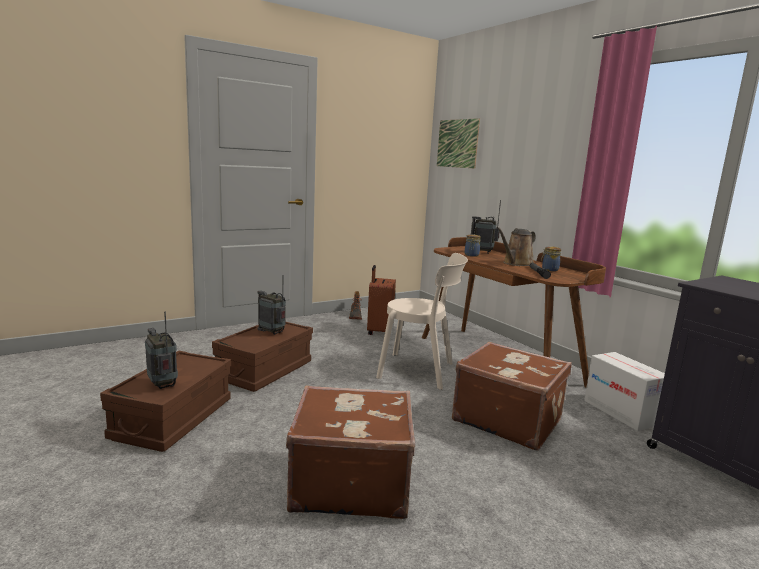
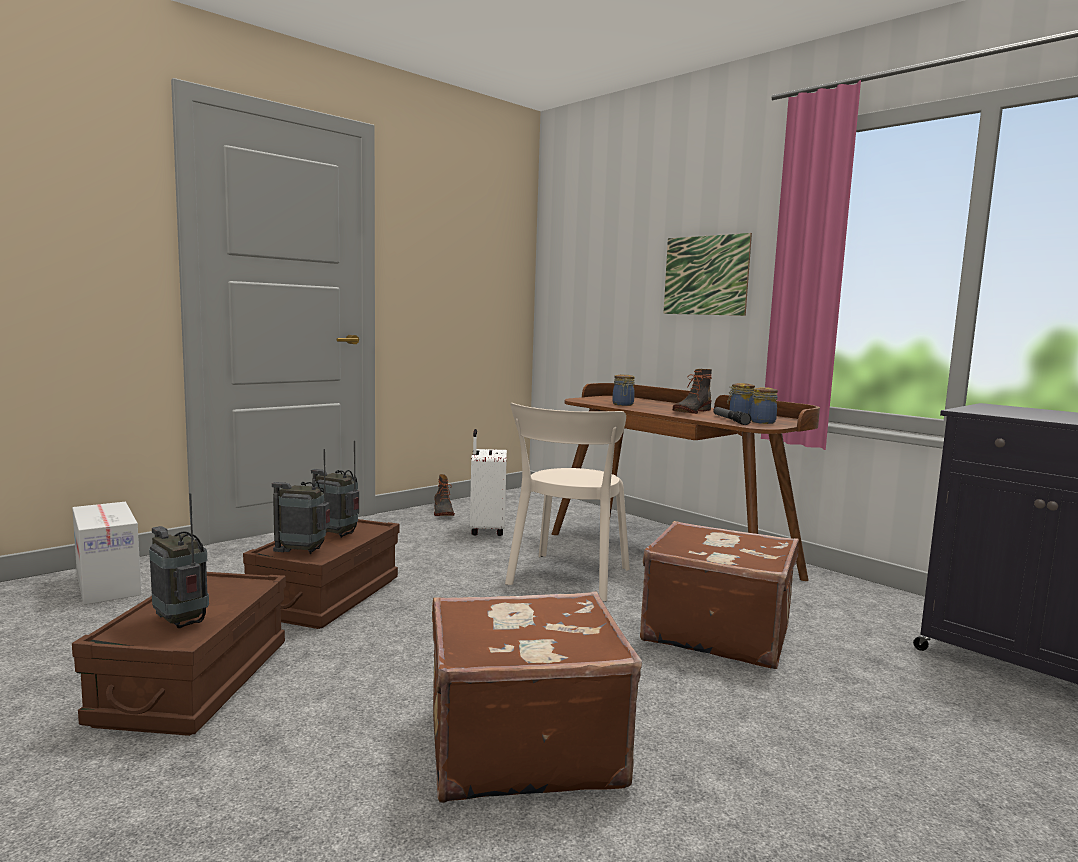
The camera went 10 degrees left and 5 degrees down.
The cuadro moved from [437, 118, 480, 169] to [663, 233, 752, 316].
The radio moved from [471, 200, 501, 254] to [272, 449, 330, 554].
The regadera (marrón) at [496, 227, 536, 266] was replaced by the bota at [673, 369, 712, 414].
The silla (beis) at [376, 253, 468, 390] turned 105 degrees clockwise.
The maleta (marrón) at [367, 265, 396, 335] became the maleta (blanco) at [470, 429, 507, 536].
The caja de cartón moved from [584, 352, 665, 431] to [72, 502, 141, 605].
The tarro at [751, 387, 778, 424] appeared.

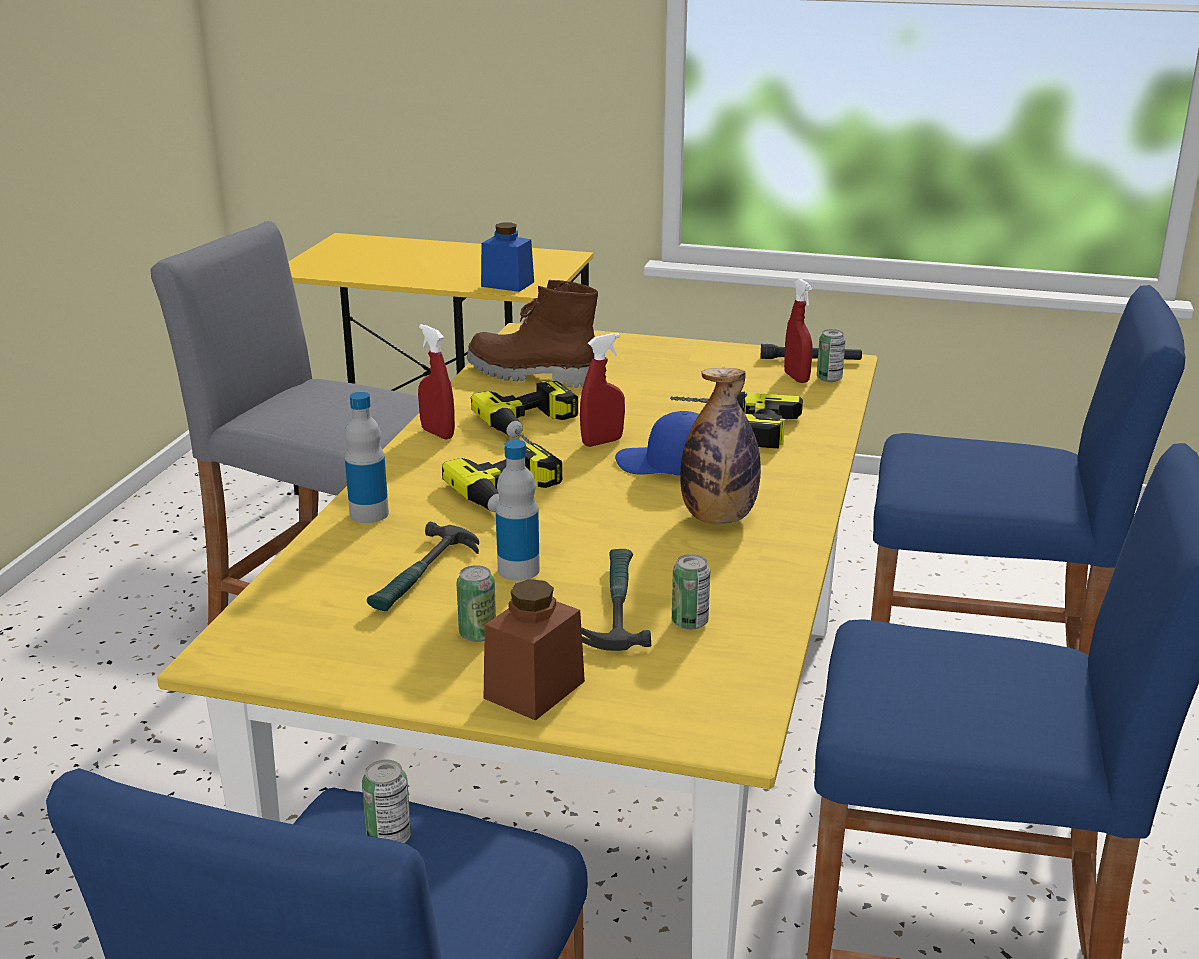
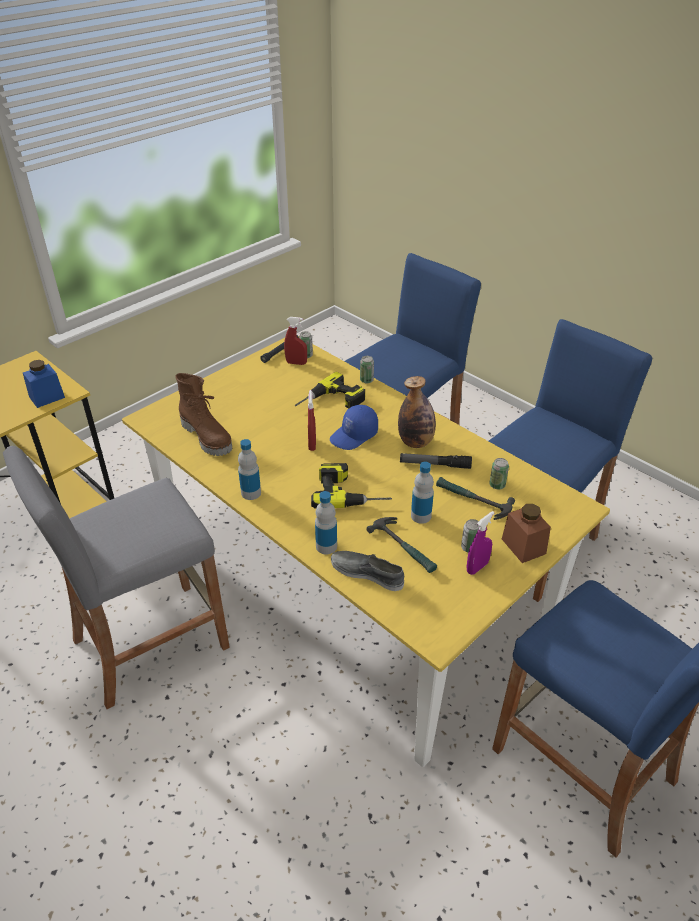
The camera went 60 degrees left and 15 degrees up.
The bota (marrón) at [467, 280, 598, 388] turned 90 degrees counterclockwise.
The pulverizador (rojo) at [418, 324, 455, 440] was replaced by the botella at [238, 439, 261, 500].
The taladro at [471, 381, 578, 444] disappeared.
The lata moved from [362, 760, 411, 843] to [360, 356, 374, 383].
The linterna at [400, 453, 472, 469] appeared.
The pulverizador (morado) at [467, 511, 494, 575] appeared.
The zapato (gris) at [331, 551, 405, 591] appeared.

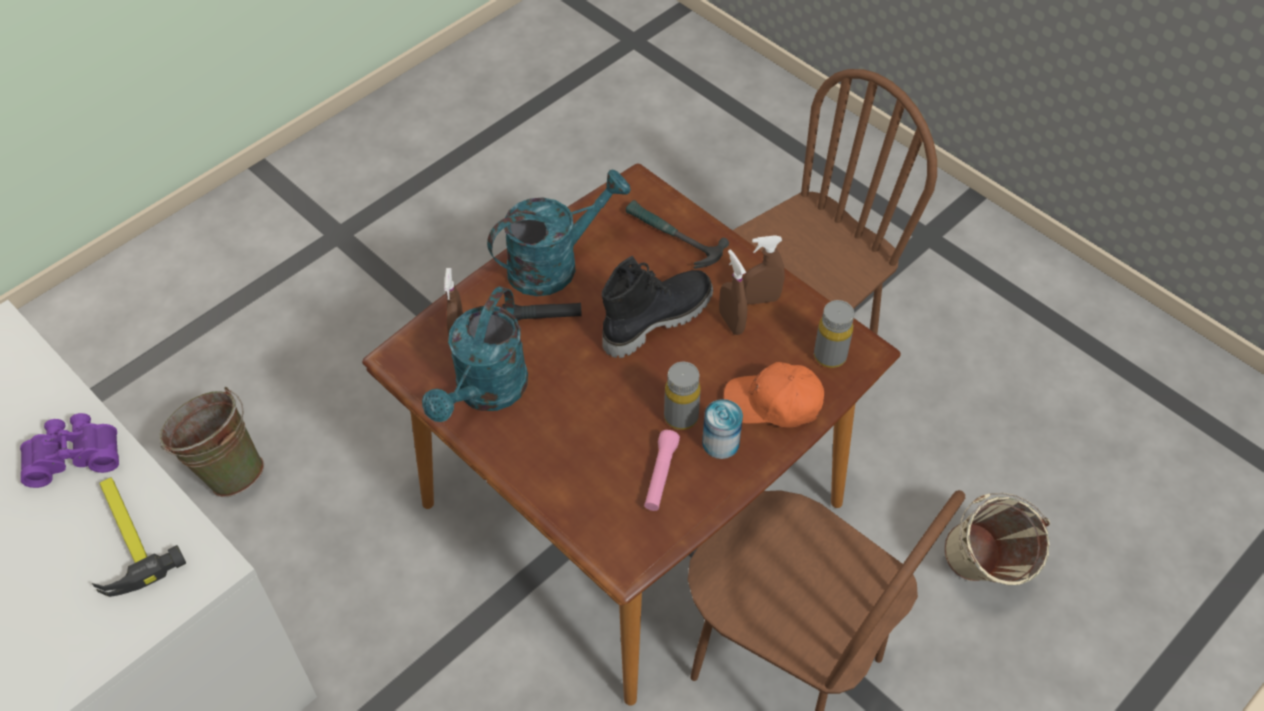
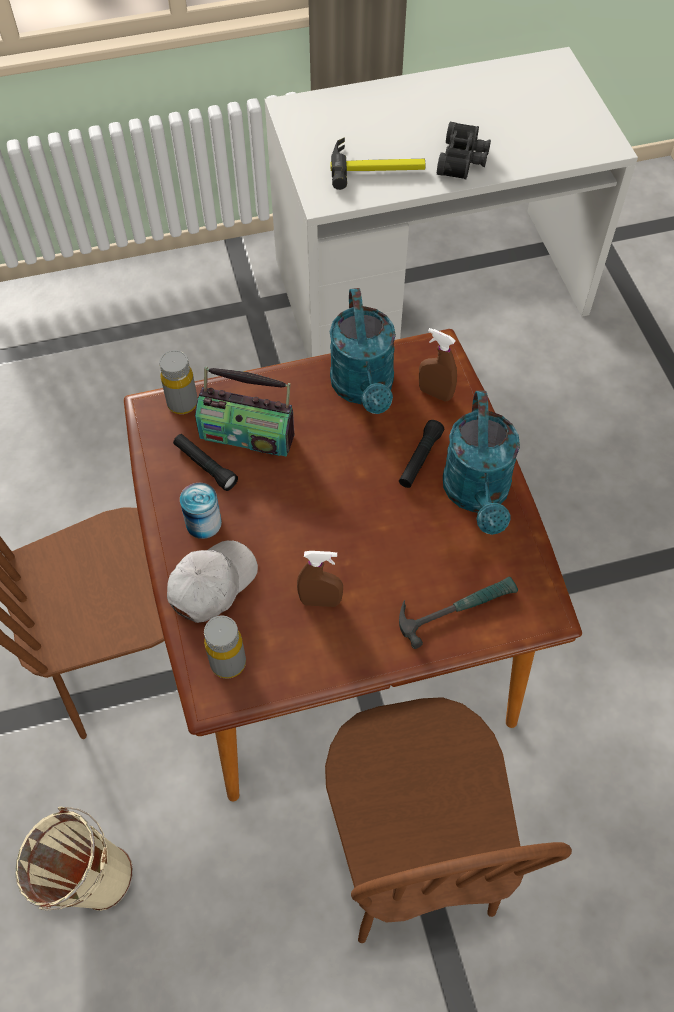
The camera went 120 degrees right and 5 degrees up.
The pulverizador (marrón) at [743, 235, 785, 305] disappeared.
The bota (negro) at [602, 256, 713, 358] disappeared.
The regadera (turquesa) at [422, 286, 528, 422] turned 150 degrees counterclockwise.
The botella (gris) moved from [664, 362, 701, 430] to [159, 350, 198, 414].
The gorra (naranja) at [724, 362, 824, 428] became the gorra (blanco) at [167, 540, 258, 623].
The cubo (verde) at [159, 387, 264, 497] disappeared.
The prismáticos (morado) at [20, 413, 119, 488] became the prismáticos (negro) at [437, 122, 491, 180].
The linterna (rosa) at [644, 430, 680, 511] became the linterna (negro) at [173, 434, 238, 491].
The radio at [195, 367, 295, 457] appeared.

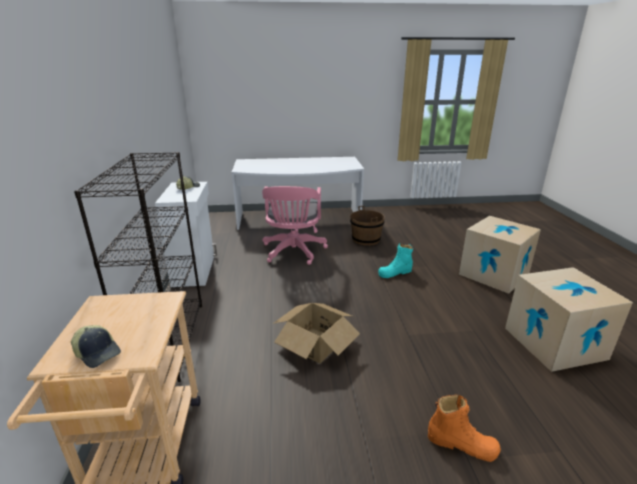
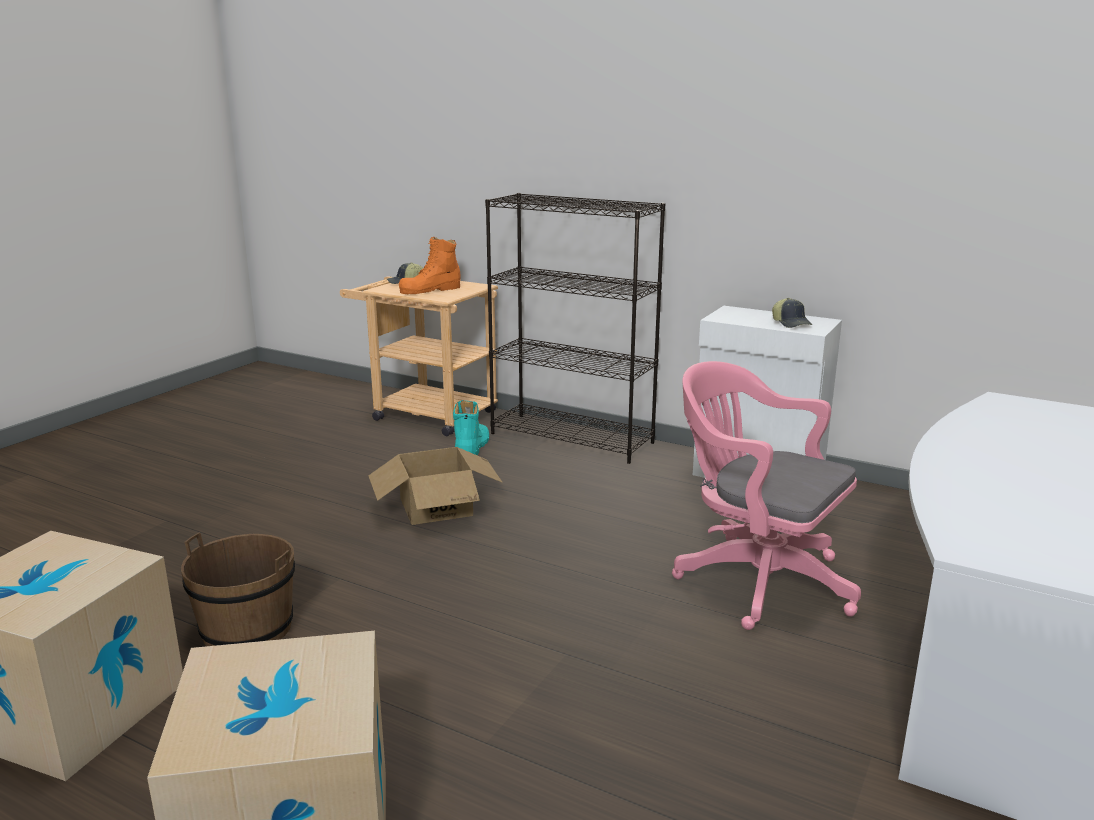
The camera went 125 degrees right and 5 degrees down.
The cubo (marrón) moved from [350, 206, 385, 246] to [181, 533, 295, 646].
The bota (turquesa) moved from [378, 243, 413, 278] to [453, 400, 489, 456].
The bota (naranja) moved from [428, 395, 501, 462] to [399, 237, 461, 294].

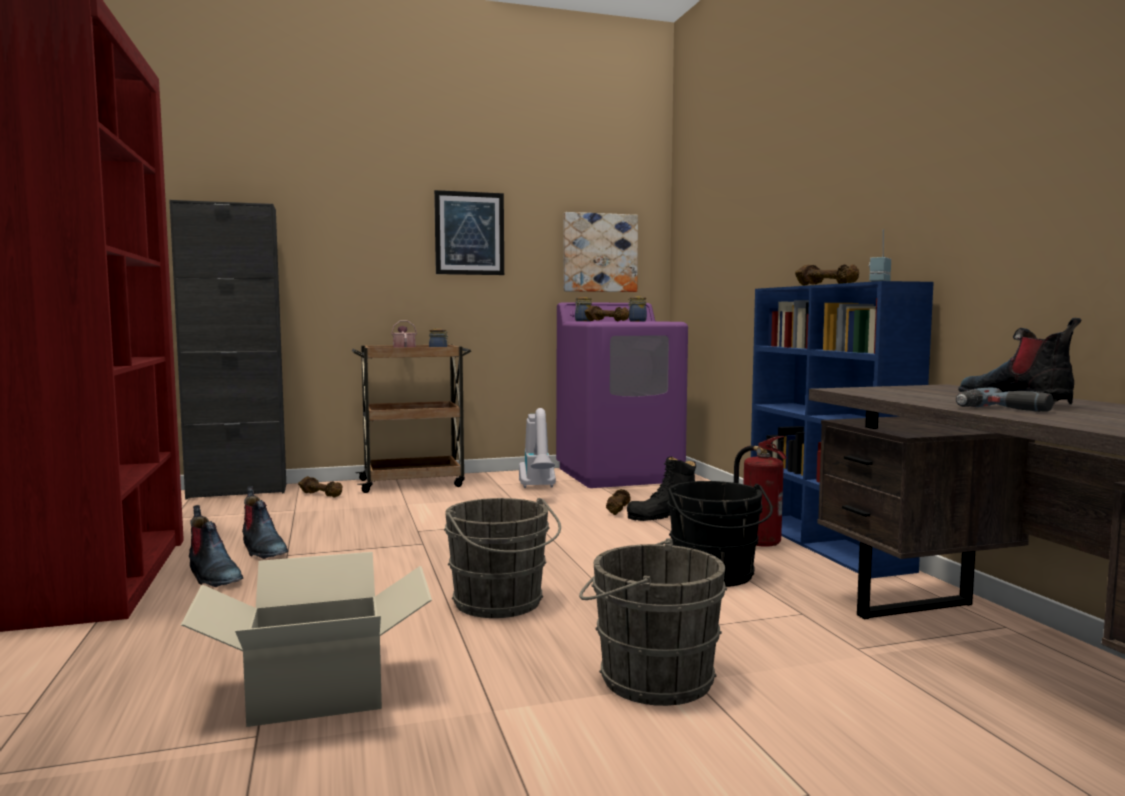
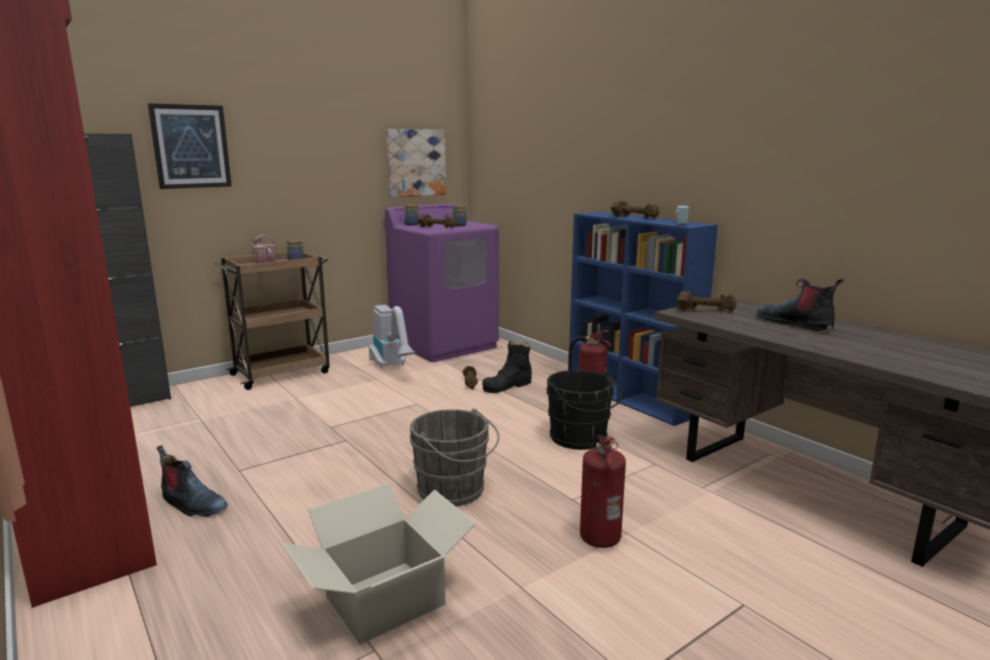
The camera went 20 degrees left and 10 degrees up.
The cuadro moved from [434, 190, 504, 275] to [148, 103, 232, 189].
The taladro at [956, 387, 1054, 412] disappeared.
The mancuerna (marrón) moved from [298, 476, 342, 497] to [677, 291, 737, 311].
The bota at [242, 486, 288, 559] disappeared.
The cubo (gris) at [579, 538, 727, 706] was replaced by the extintor at [580, 435, 626, 548].

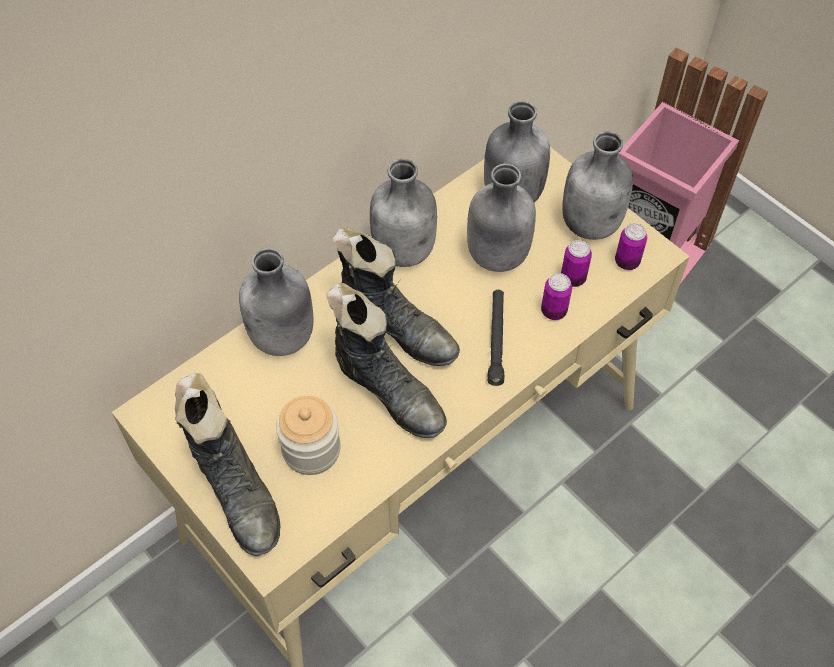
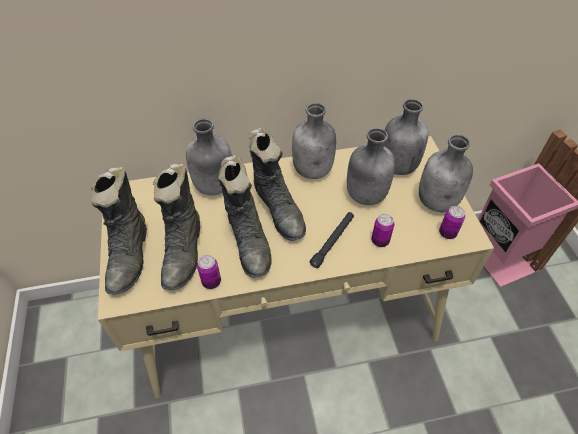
The camera went 30 degrees right and 5 degrees down.
The lata moved from [561, 240, 592, 287] to [197, 255, 221, 289].
The tarro at [276, 396, 341, 475] was replaced by the bota (negro) at [153, 164, 200, 290].

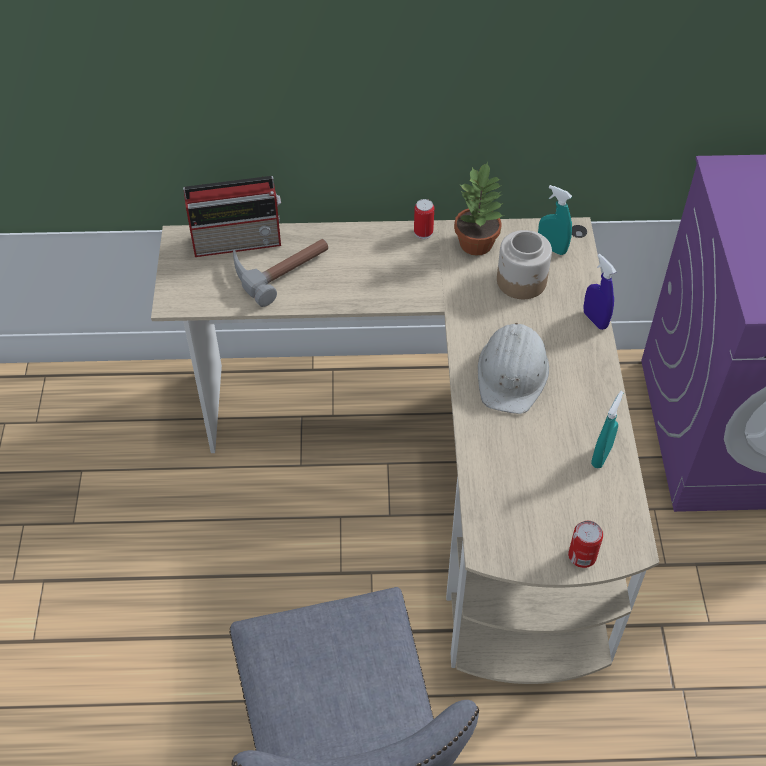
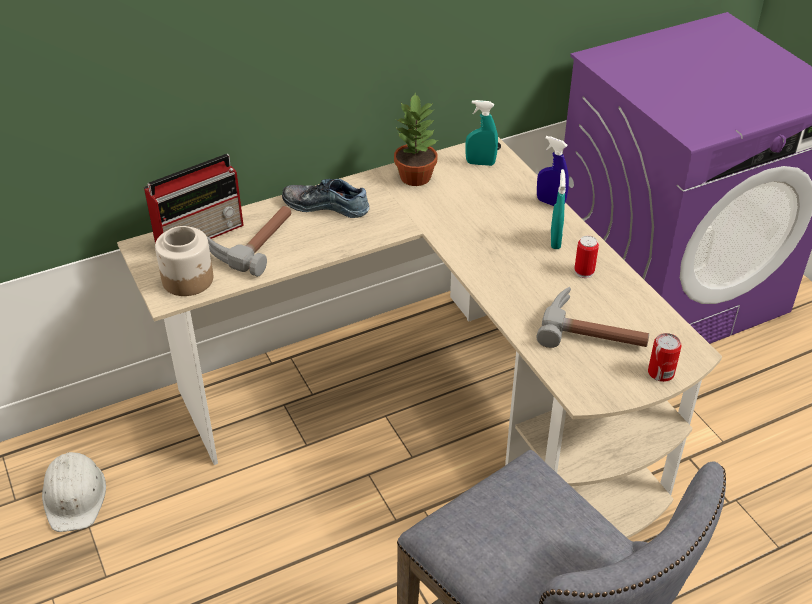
The camera went 25 degrees left and 10 degrees down.
The lata moved from [414, 199, 434, 239] to [574, 236, 599, 278].
The tarro moved from [497, 230, 552, 299] to [155, 226, 213, 296].
The casco (blanco) moved from [478, 323, 549, 414] to [42, 452, 106, 532].
The pulverizador (turquesa) moved from [591, 391, 624, 468] to [551, 169, 566, 249].
The zapato at [282, 179, 370, 218] appeared.
The martillo at [536, 287, 649, 348] appeared.

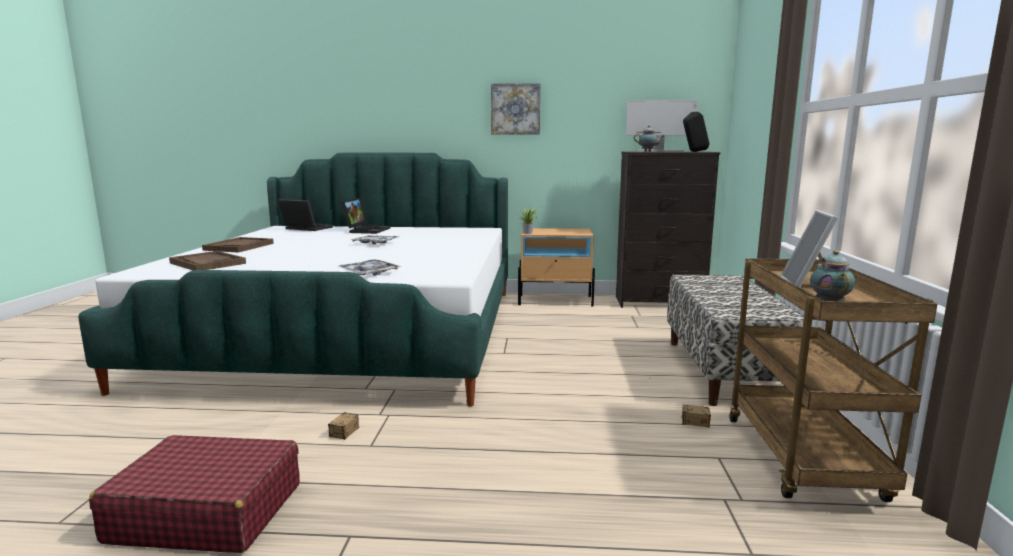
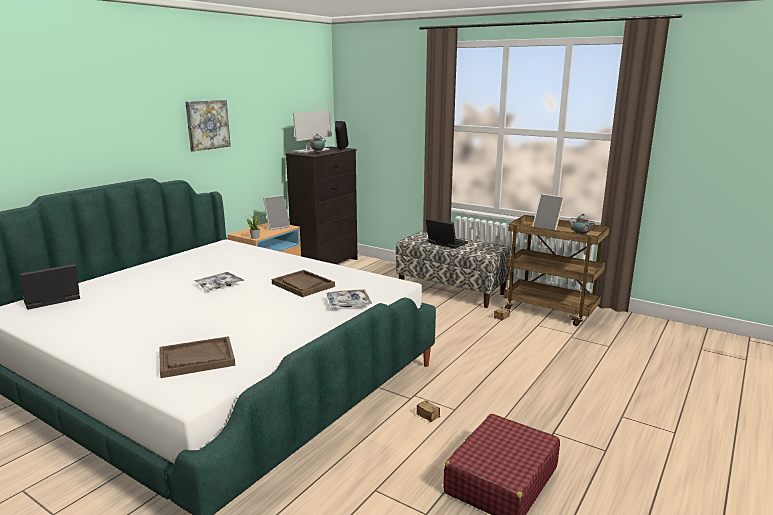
The camera went 60 degrees left and 5 degrees up.
The portátil moved from [341, 198, 390, 234] to [426, 218, 468, 249].
The bandeja (marrón) moved from [202, 237, 274, 253] to [272, 270, 335, 297].
The portarretratos at [263, 195, 290, 230] appeared.

